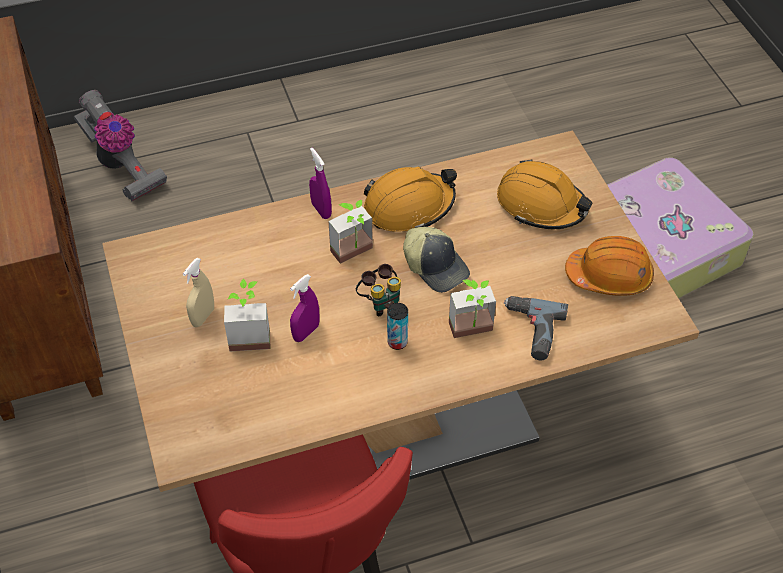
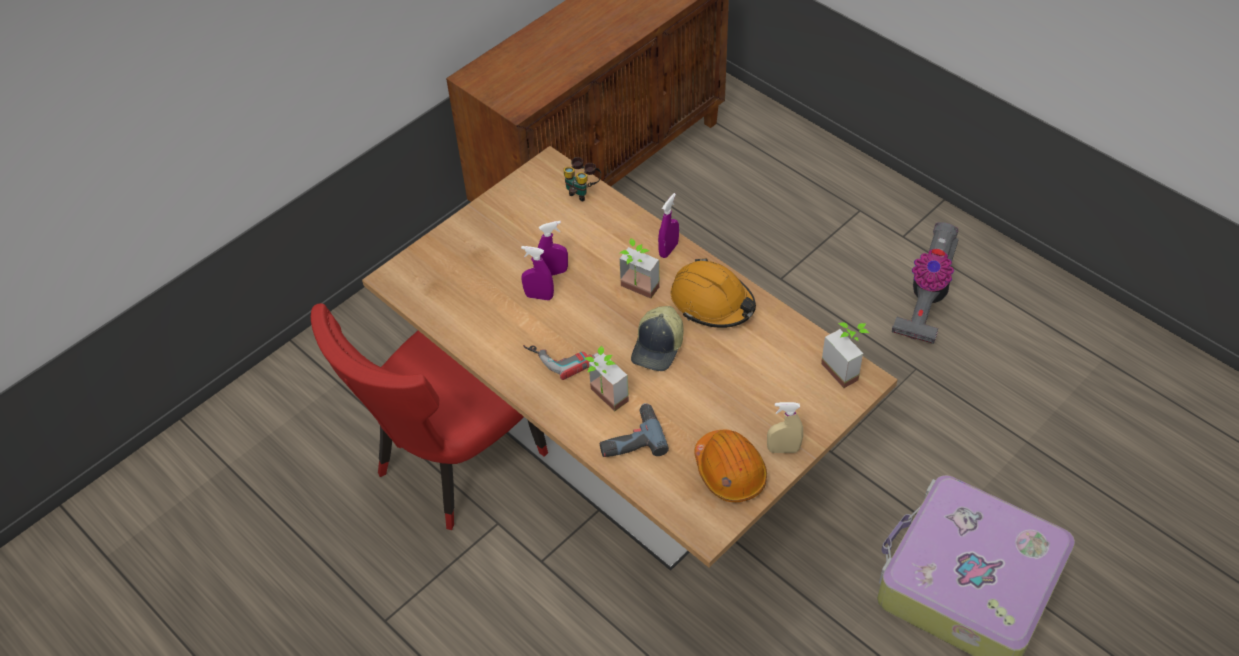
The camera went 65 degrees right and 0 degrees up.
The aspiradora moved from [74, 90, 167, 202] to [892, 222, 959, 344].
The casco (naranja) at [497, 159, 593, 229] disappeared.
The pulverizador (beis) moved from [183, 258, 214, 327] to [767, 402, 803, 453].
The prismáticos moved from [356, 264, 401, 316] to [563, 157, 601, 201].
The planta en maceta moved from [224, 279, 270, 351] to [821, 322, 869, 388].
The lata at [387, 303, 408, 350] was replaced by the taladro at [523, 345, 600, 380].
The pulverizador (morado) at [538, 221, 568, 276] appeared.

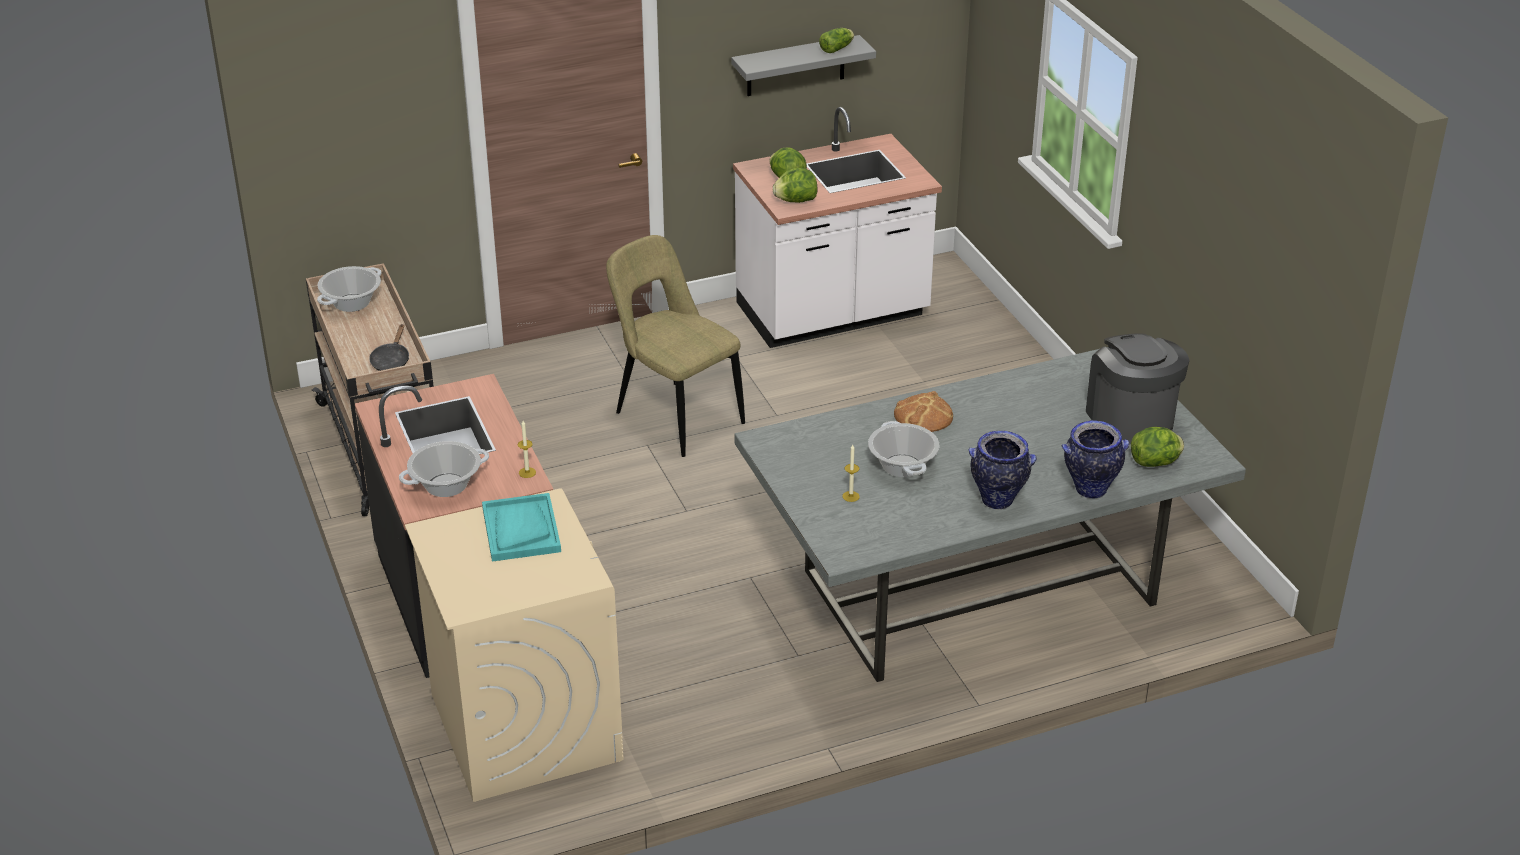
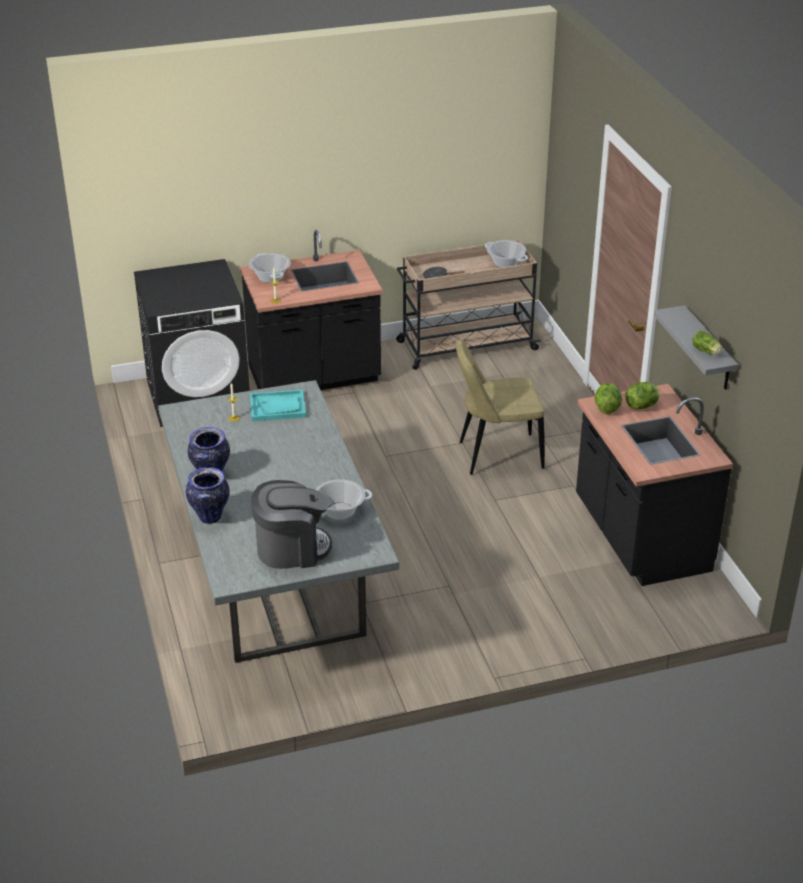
The camera went 95 degrees right and 0 degrees up.
The mueble bajo de cocina (blanco) at [733, 107, 942, 348] became the mueble bajo de cocina (negro) at [576, 384, 733, 586].
The silla (beis) at [606, 235, 745, 457] turned 150 degrees counterclockwise.
The pan at [894, 391, 953, 432] disappeared.
The olla moved from [868, 421, 939, 477] to [315, 479, 372, 519].
The lechuga at [1131, 427, 1184, 467] disappeared.
The lavadora (beis) at [405, 488, 624, 802] became the lavadora (negro) at [134, 259, 250, 427].
The bandeja (turquesa) moved from [482, 493, 561, 562] to [250, 389, 306, 421].

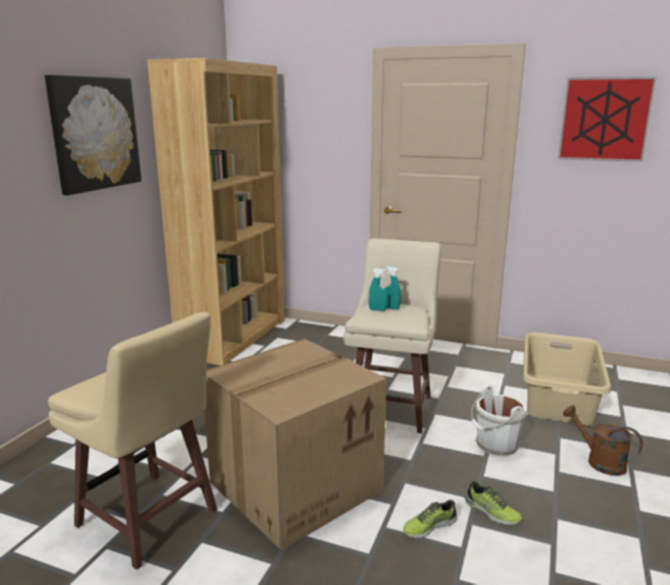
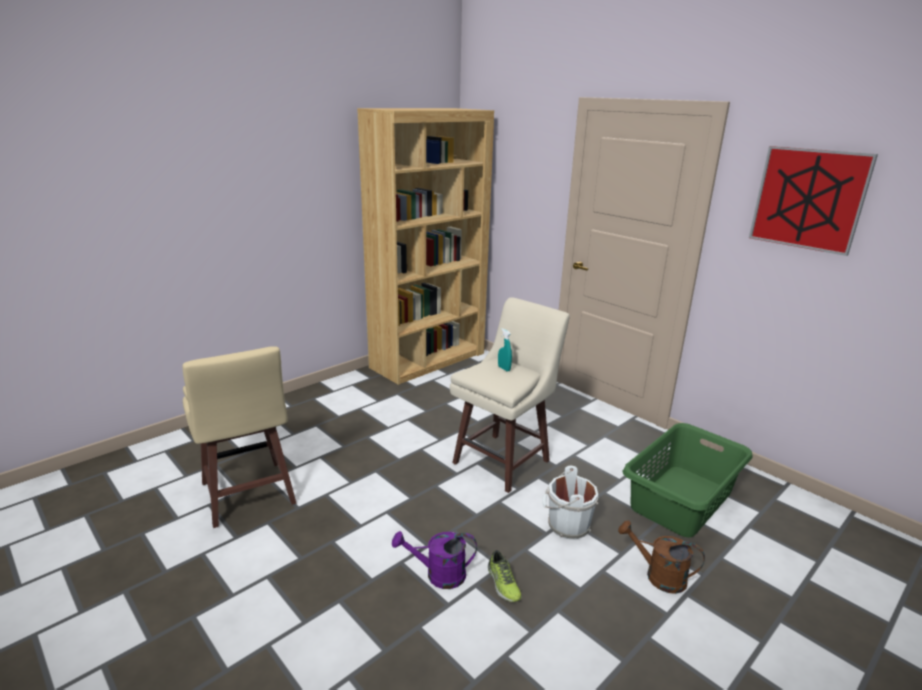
The camera went 25 degrees right and 5 degrees up.
The cuadro at [45, 75, 141, 195] disappeared.
The pulverizador (turquesa) at [369, 268, 388, 311] disappeared.
The cesto de la ropa (beis) at [523, 332, 611, 425] became the cesto de la ropa (verde) at [623, 423, 753, 537].
The caja de cartón at [204, 338, 387, 551] disappeared.
The regadera (marrón) at [563, 405, 643, 476] turned 45 degrees counterclockwise.
The zapato at [403, 500, 457, 538] was replaced by the regadera (morado) at [392, 531, 477, 589].

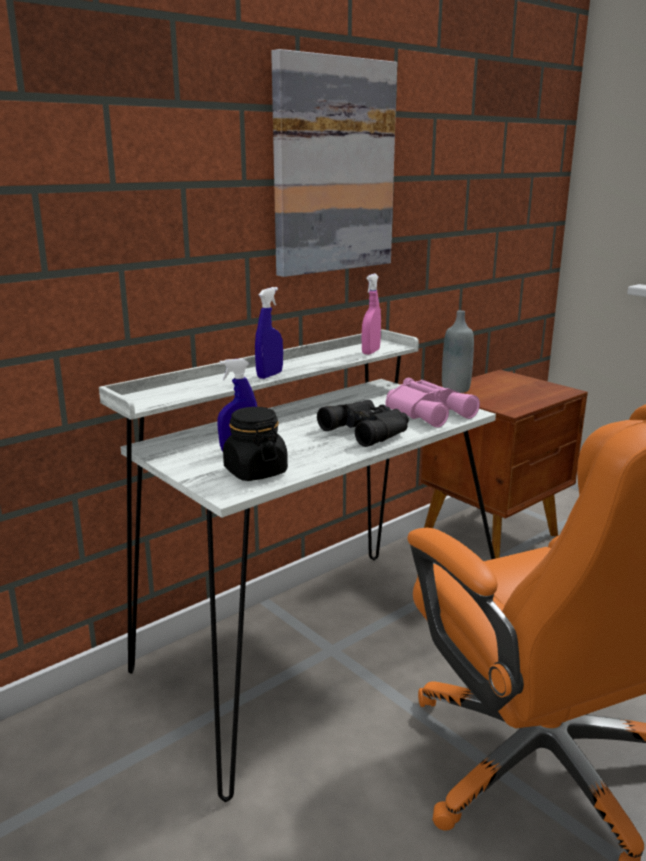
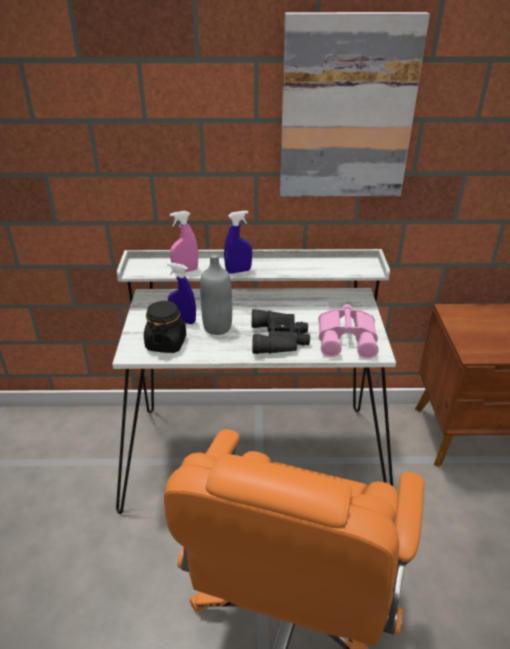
The camera went 40 degrees right and 15 degrees up.
The pulverizador (rosa) moved from [362, 274, 381, 355] to [170, 211, 198, 273].
The botella (gris) moved from [442, 310, 474, 393] to [200, 254, 232, 335].

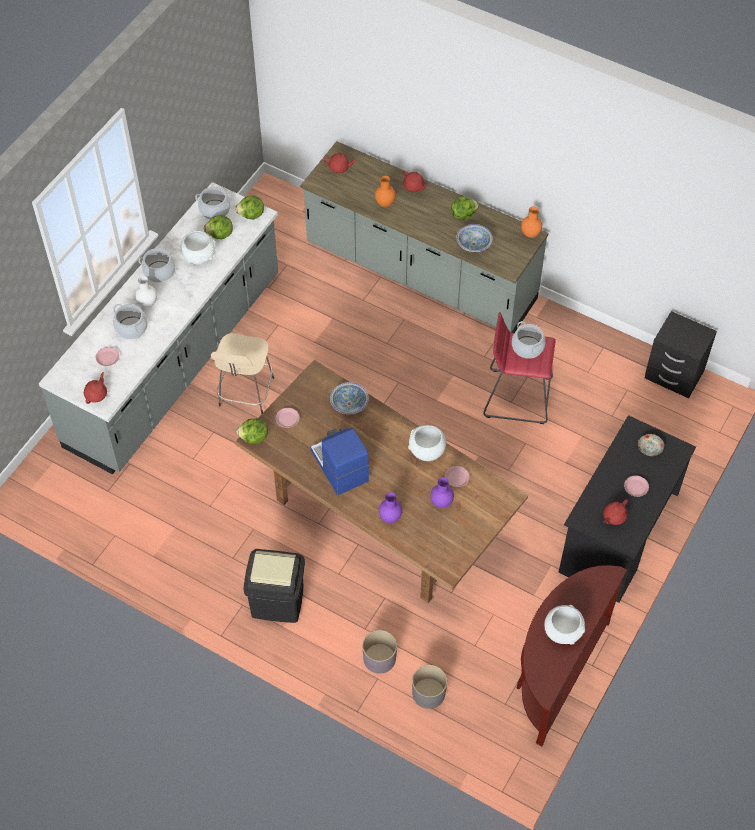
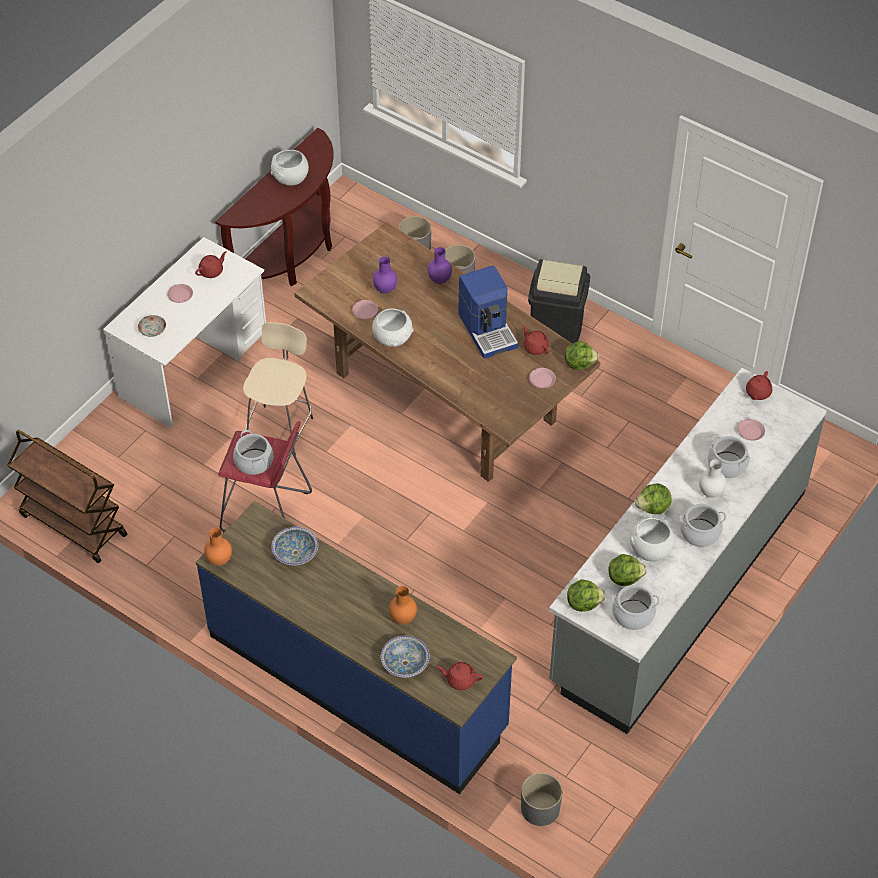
The camera went 175 degrees left and 5 degrees down.
The mueble bajo de cocina (gris) at [300, 141, 549, 333] became the mueble bajo de cocina (azul) at [196, 501, 517, 794].
The tetera (rojo) moved from [403, 171, 427, 192] to [522, 325, 550, 355].
The lechuga moved from [451, 196, 479, 220] to [635, 483, 672, 514].
The mesita de noche (negro) at [645, 311, 717, 398] was replaced by the carrito (marrón) at [7, 430, 127, 563].
The taburete (beis) moved from [211, 333, 274, 414] to [243, 322, 313, 456].
The cuenco moved from [330, 382, 369, 414] to [381, 636, 430, 678].
The escritorio (negro) at [559, 415, 696, 603] became the escritorio (blanco) at [103, 237, 266, 428].
The maceta (gris) at [521, 773, 562, 826] appeared.

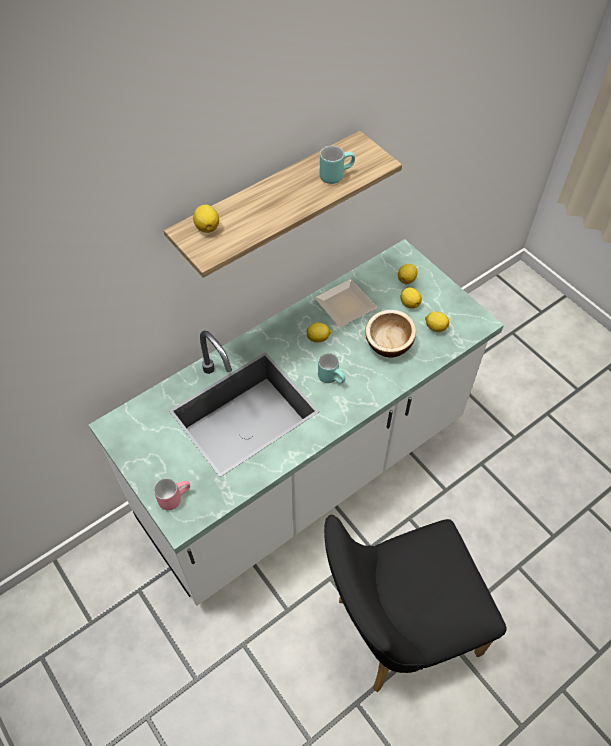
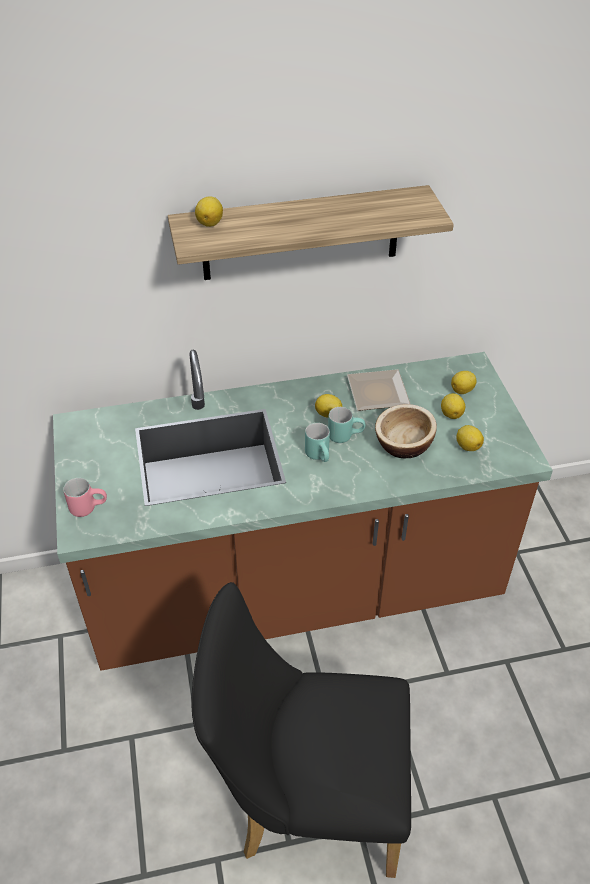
The camera went 25 degrees right and 10 degrees down.
The taza grande (turquesa) moved from [320, 146, 355, 184] to [328, 407, 365, 443].
The mueble bajo de cocina (blanco) at [89, 239, 504, 606] became the mueble bajo de cocina (marrón) at [53, 350, 553, 671].

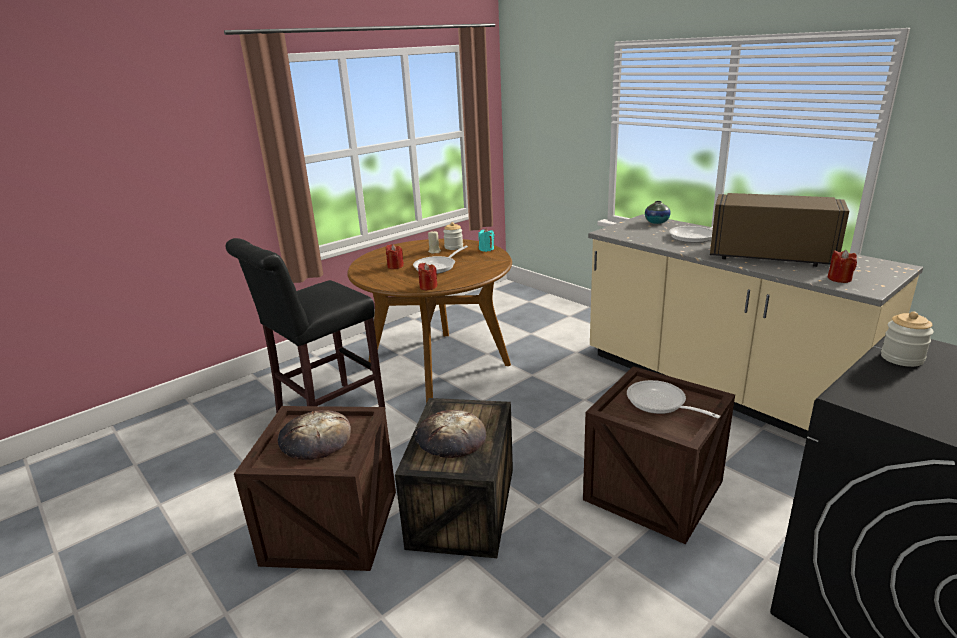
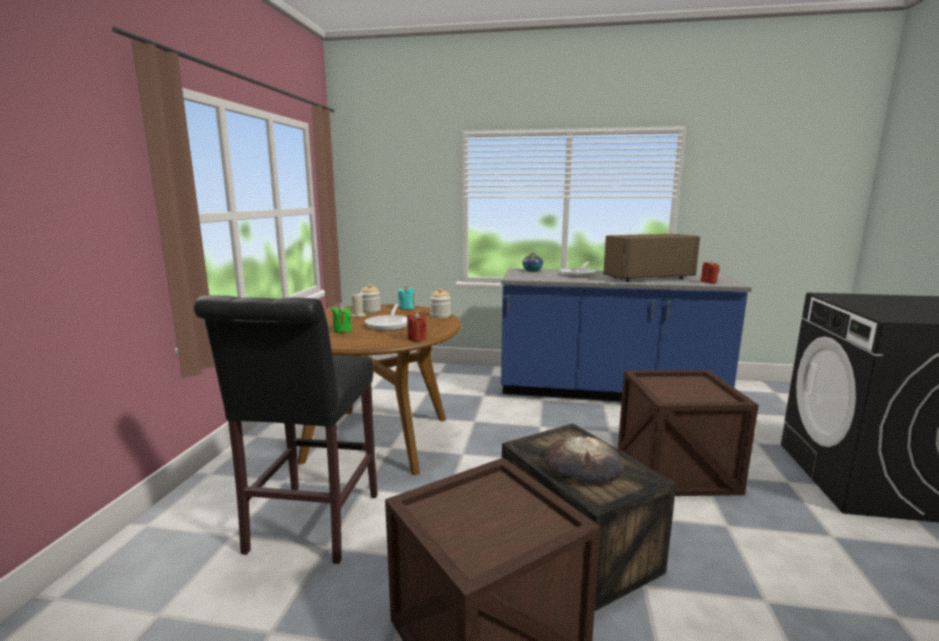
The camera went 40 degrees left and 10 degrees down.
The mueble bajo de cocina (beis) at [588, 214, 923, 439] became the mueble bajo de cocina (azul) at [501, 268, 752, 402].
The vela (rojo) at [386, 244, 404, 269] became the vela (verde) at [332, 305, 352, 333].
The tarro moved from [881, 312, 934, 367] to [430, 288, 451, 318].
The sartén at [627, 380, 721, 418] disappeared.
The pan at [278, 410, 351, 460] disappeared.

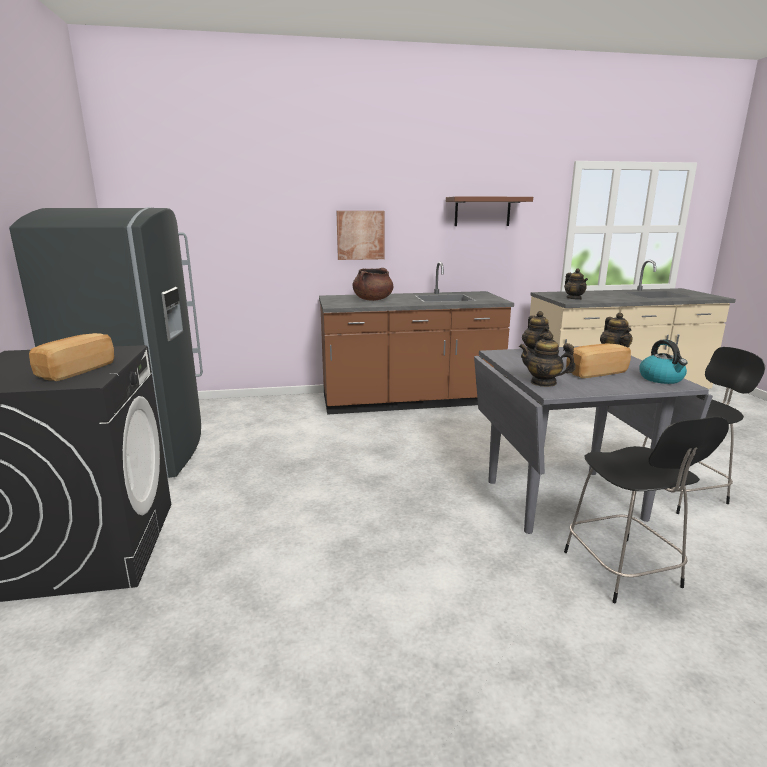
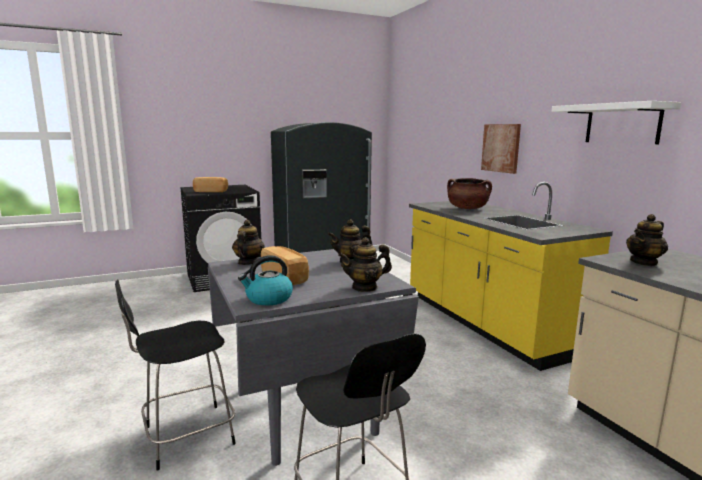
The camera went 75 degrees right and 5 degrees down.
The estante (marrón) at [446, 196, 533, 226] became the estante (blanco) at [551, 101, 681, 144].
The mueble bajo de cocina (marrón) at [319, 262, 514, 415] became the mueble bajo de cocina (amarillo) at [409, 182, 613, 371].

